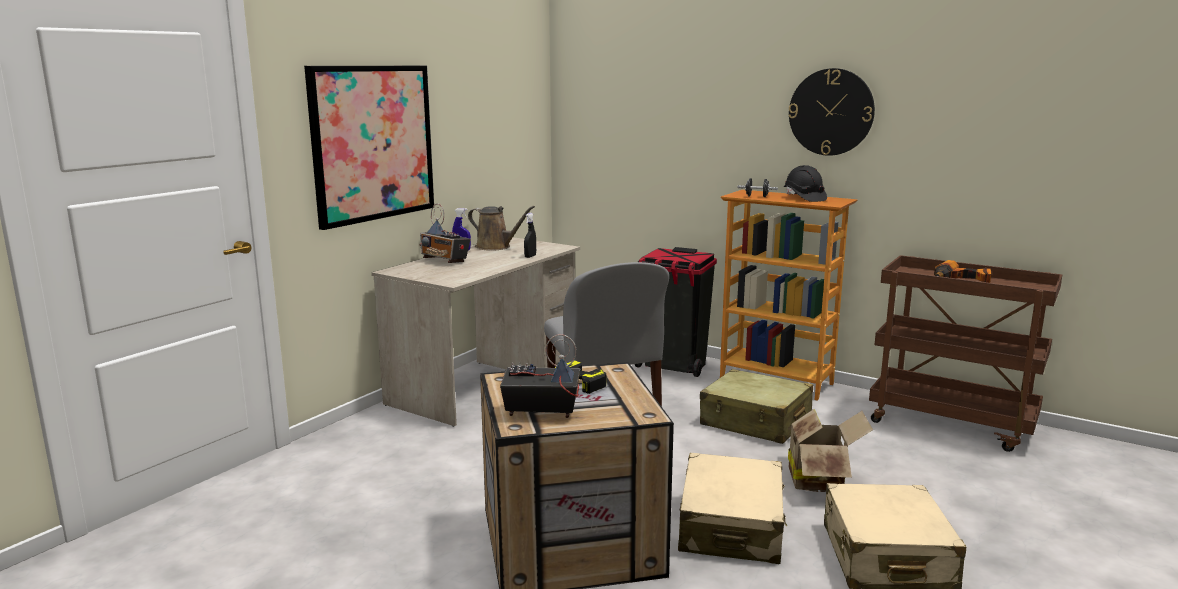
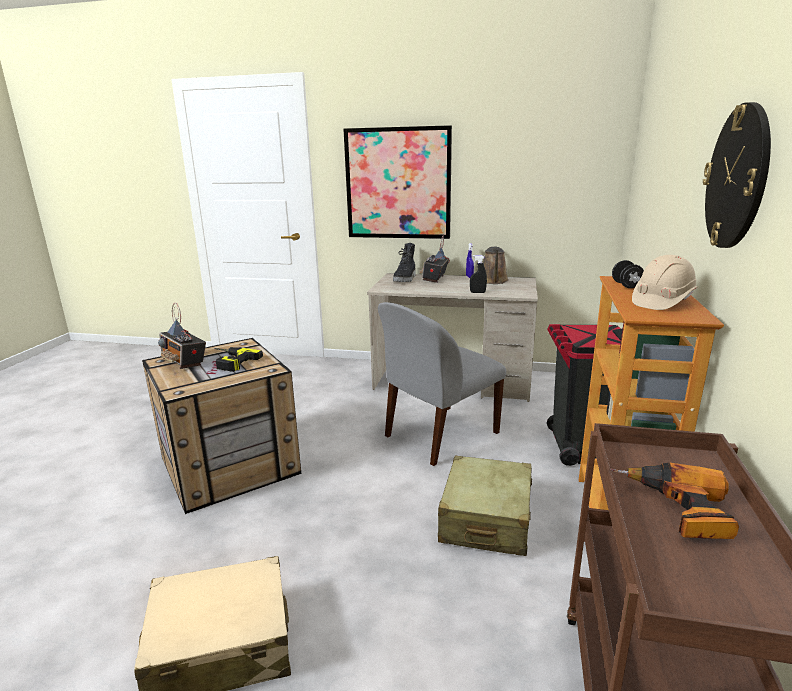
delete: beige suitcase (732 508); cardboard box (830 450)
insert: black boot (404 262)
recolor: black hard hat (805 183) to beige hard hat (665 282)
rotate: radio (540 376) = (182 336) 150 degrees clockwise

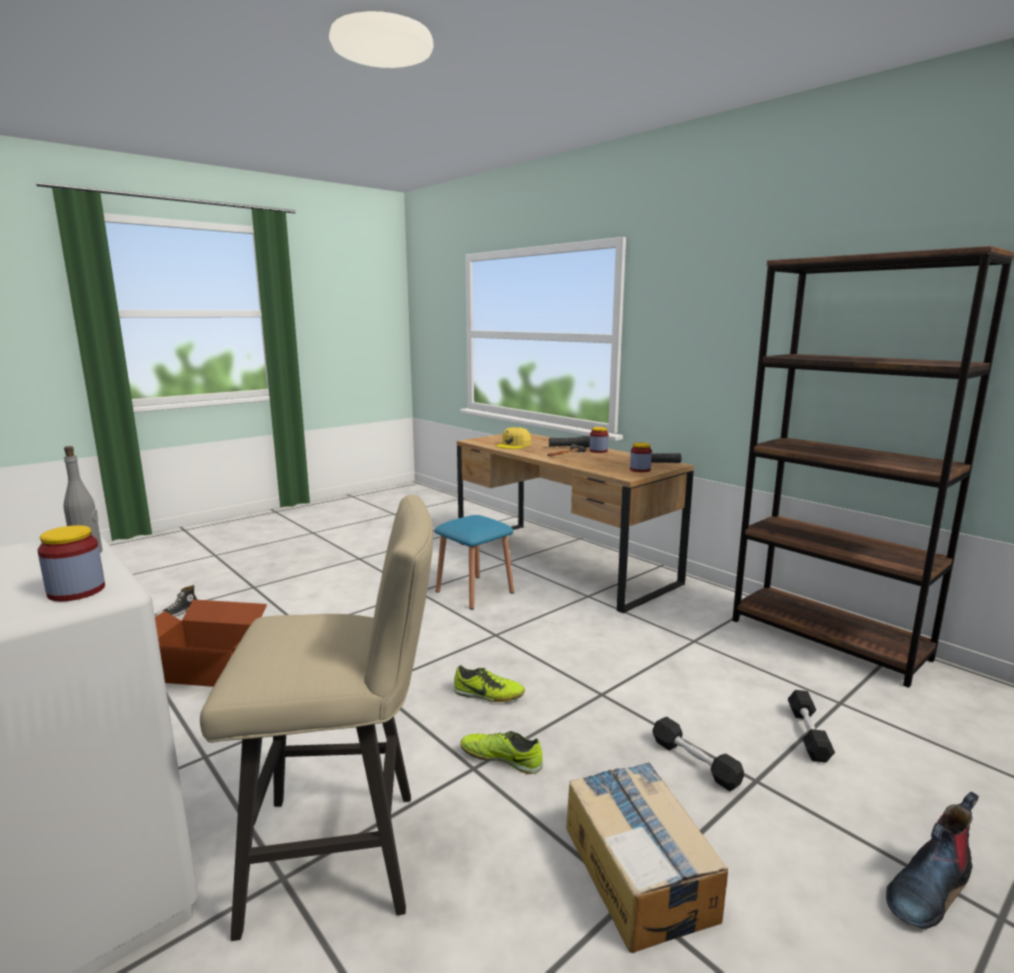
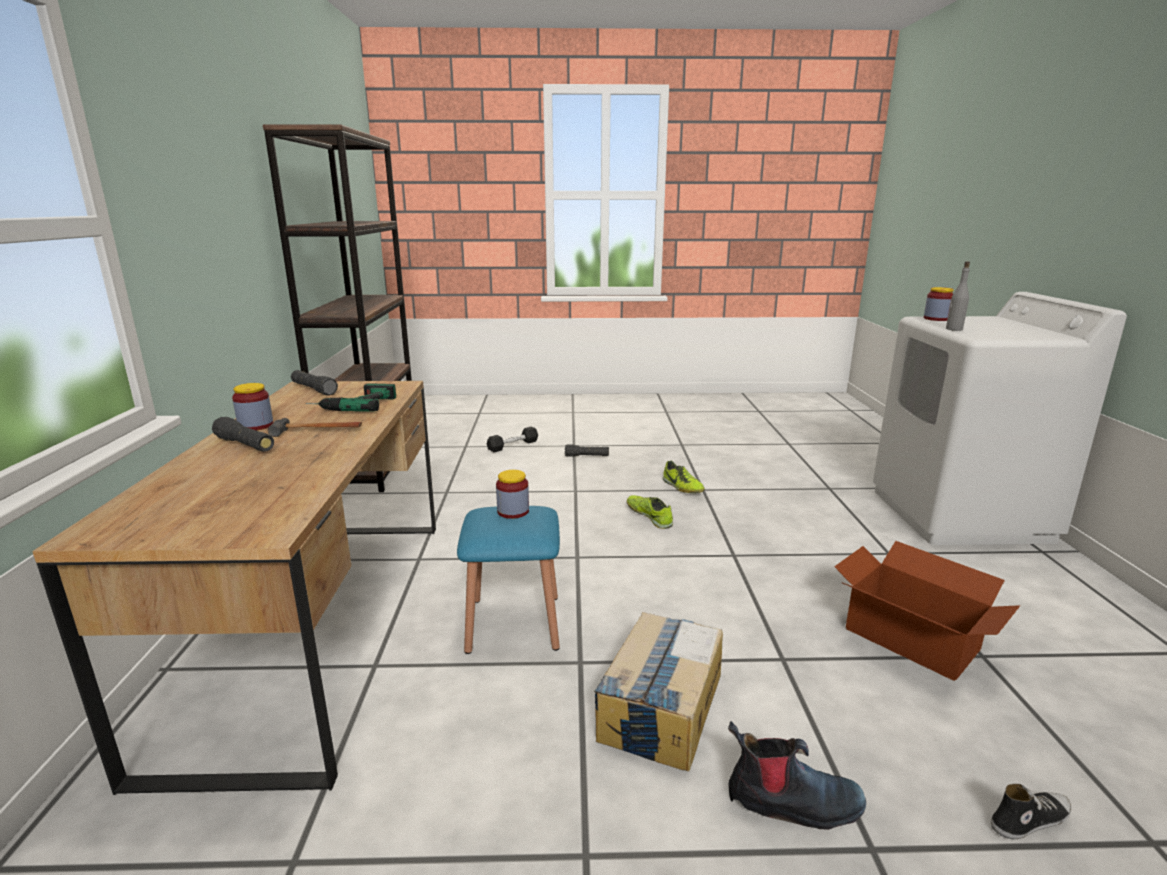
delete: beige stool (316 718); yellow cap (513 438)
insert: power drill (351 397)
move: cardboard box (647 857) to (658 691); jar (641 457) to (512 494); boot (932 860) to (797 775)
replace: black dumbbell (698 754) to black flashlight (587 450)

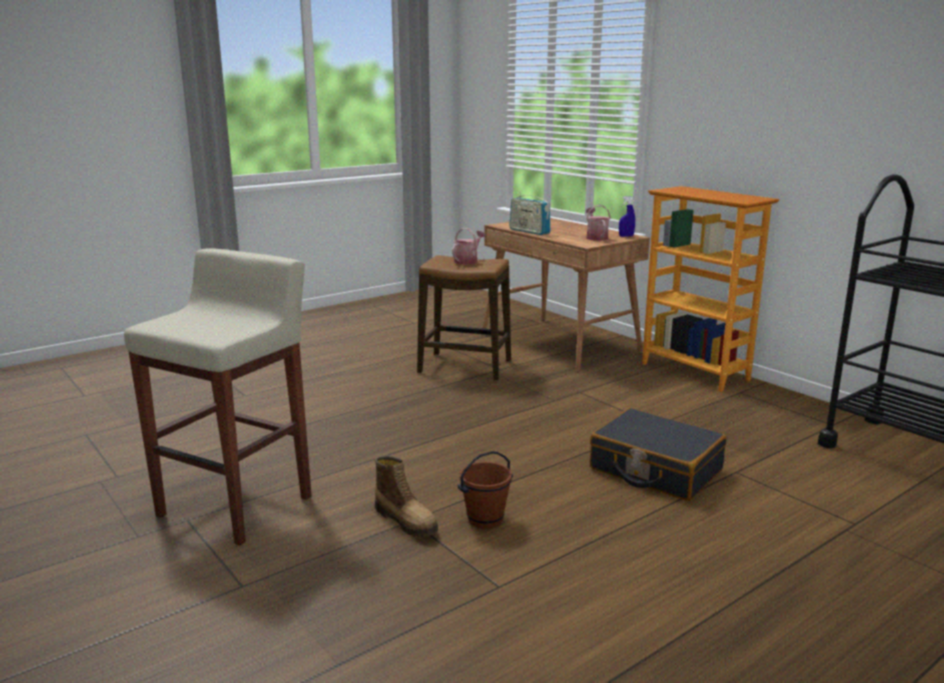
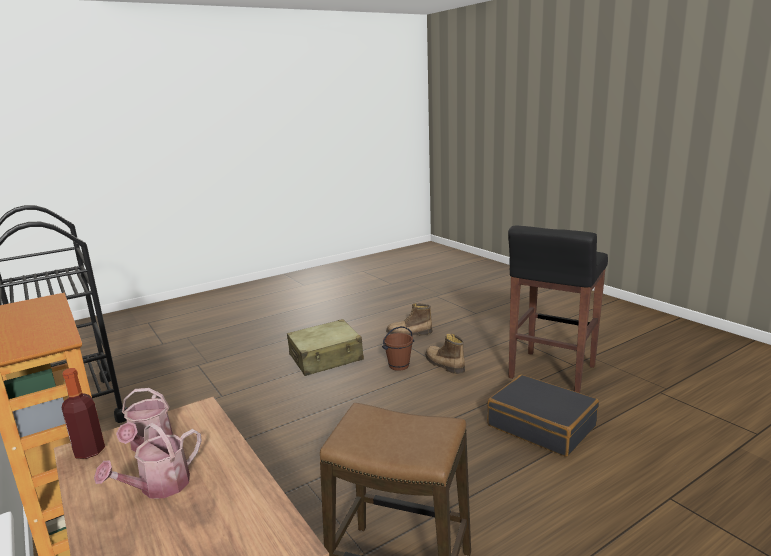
delete: radio (530 213)
insert: beige suitcase (325 347); boot (409 319)
move: watering can (468 246) to (148 460); black suitcase (658 454) to (543 416)
replace: blue spray bottle (627 216) to bottle (83 413)
recolor: beige stool (218 397) to black stool (558 309)

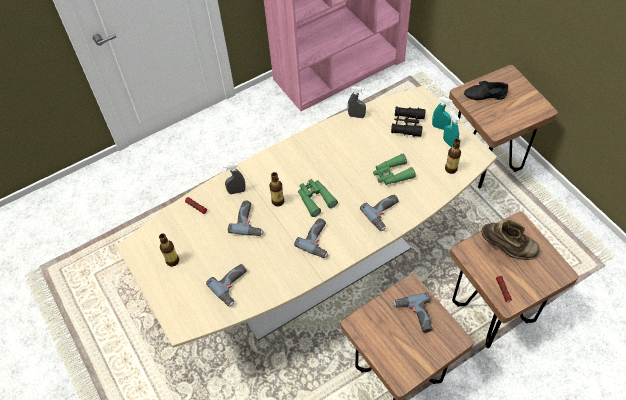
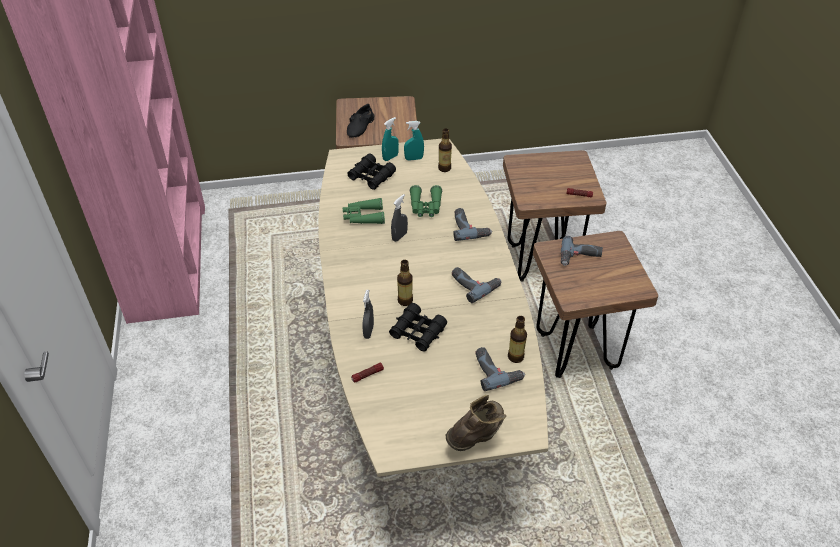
move: bottle (169 250) to (517 339); green binoculars (318 198) to (364 211); grey spray bottle (357 102) to (399 218); brown boot (511 239) to (476 423)
replace: power drill (246 218) to black binoculars (418 327)

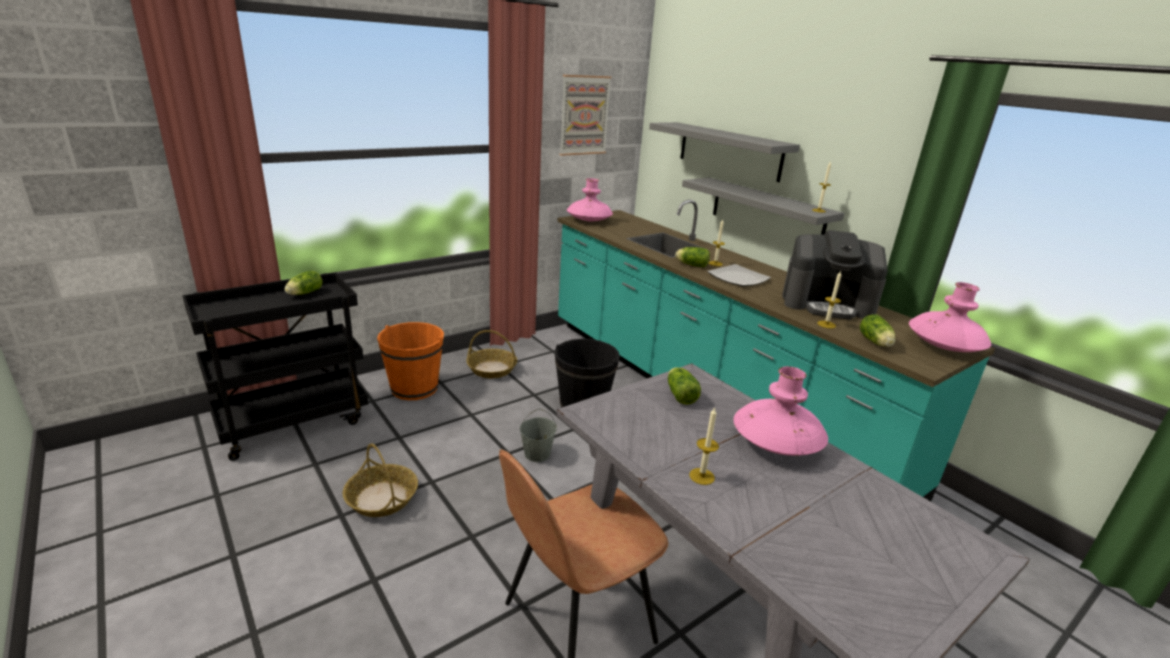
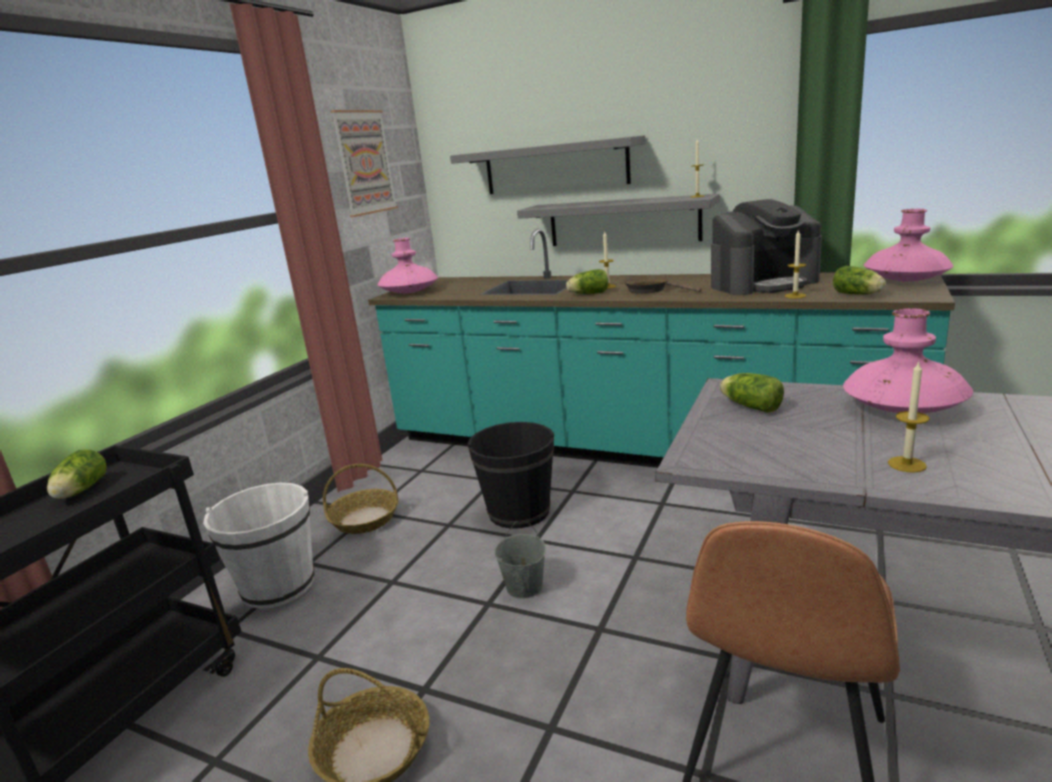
replace: plate (739 275) to brown frying pan (662 284)
recolor: orange bucket (410 361) to white bucket (258 546)

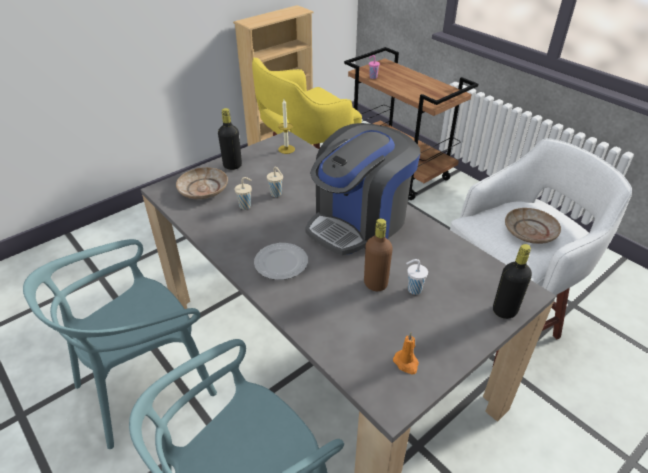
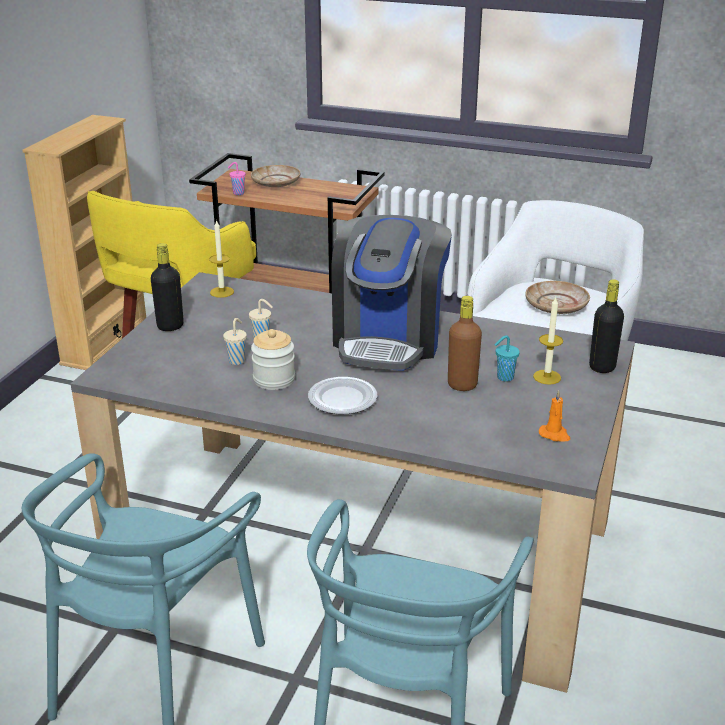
insert: jar (273 359); candle (548 341)
move: beige plate (202 183) to (275 176)
recolor: white cup (417 277) to turquoise cup (507 358)

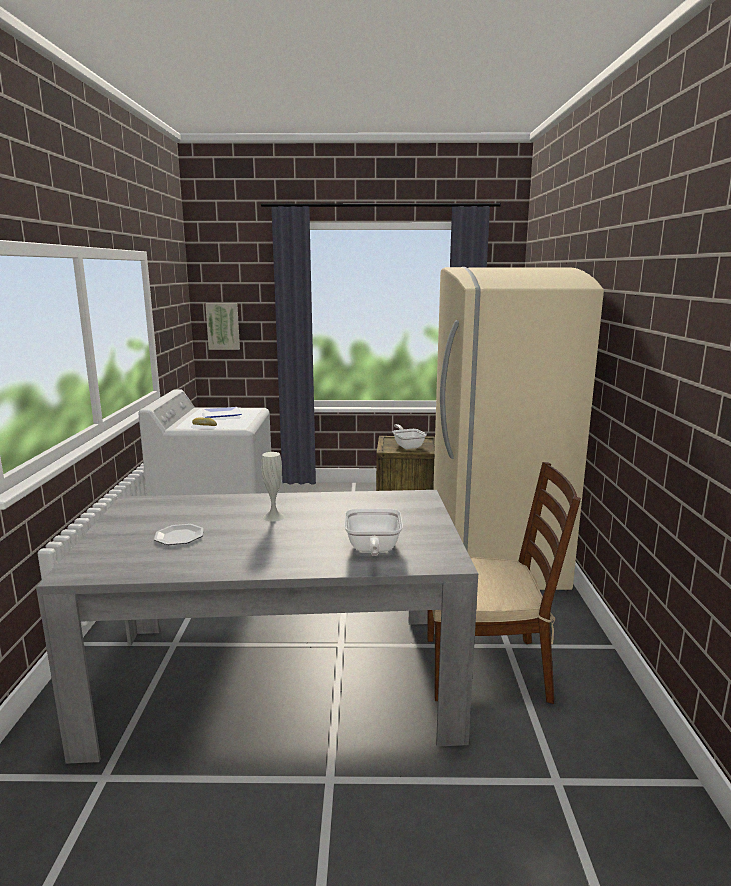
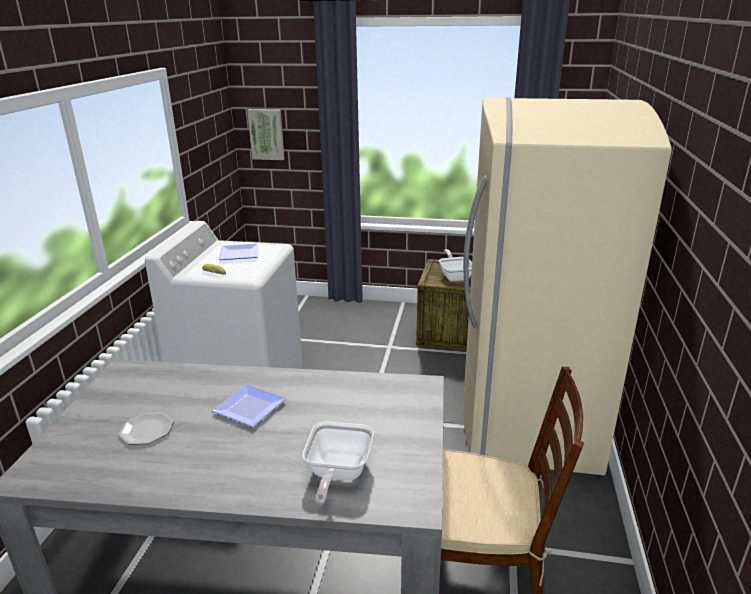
replace: white vase (273 487) to plate (249 405)

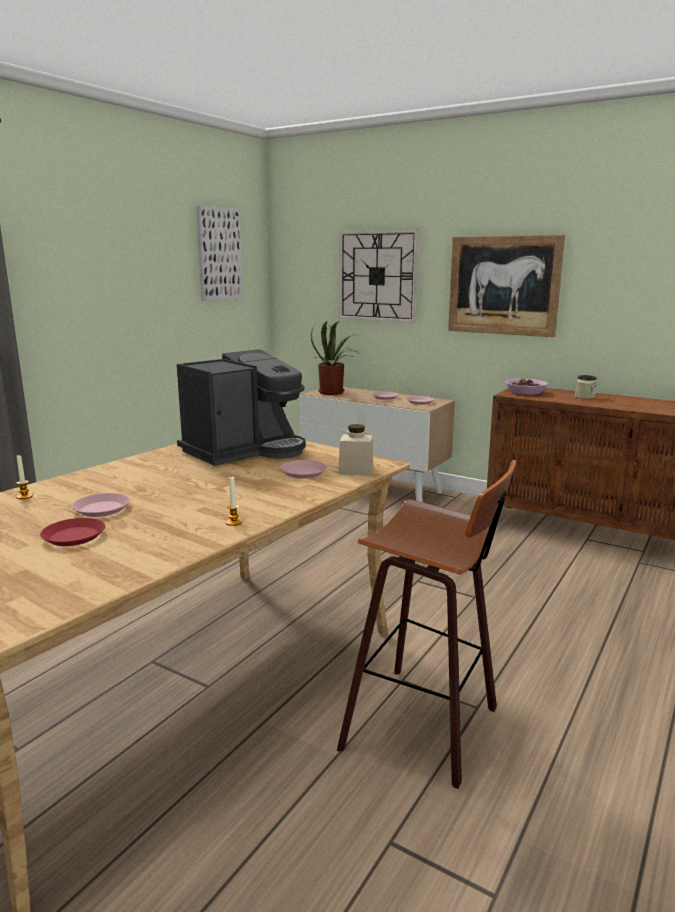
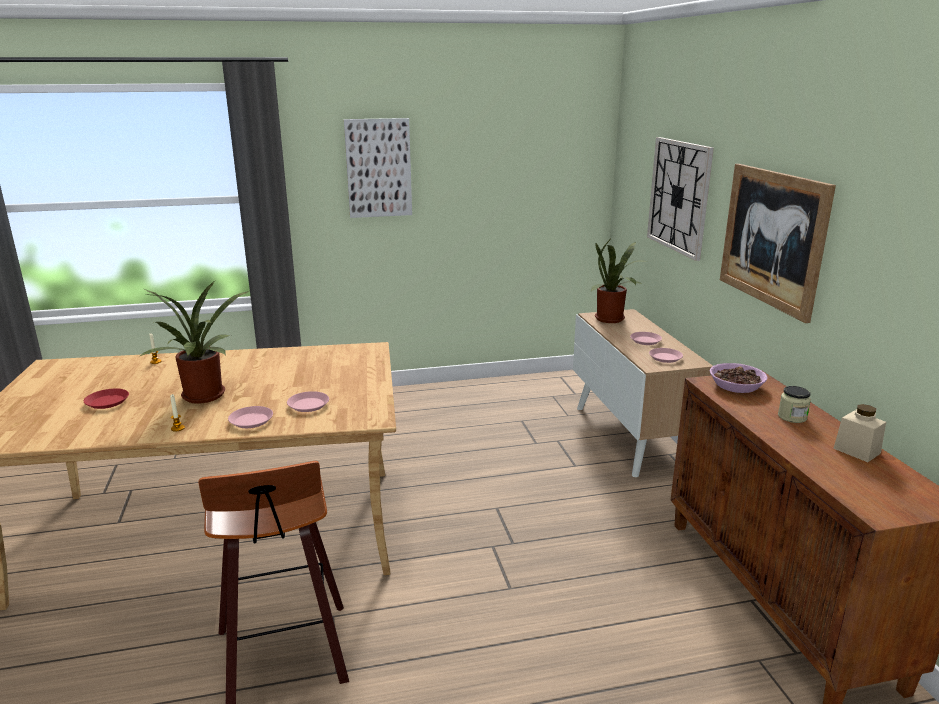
delete: coffee machine (241 407)
insert: potted plant (194 343)
move: pink plate (101 505) to (250 417); picture (219 253) to (378 168); beige jar (355 450) to (859 433)

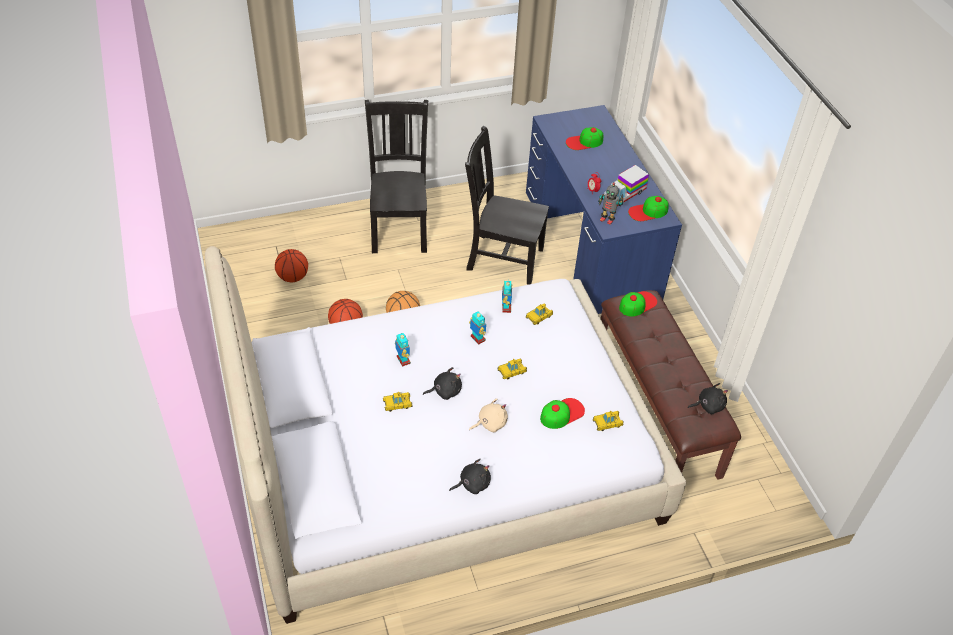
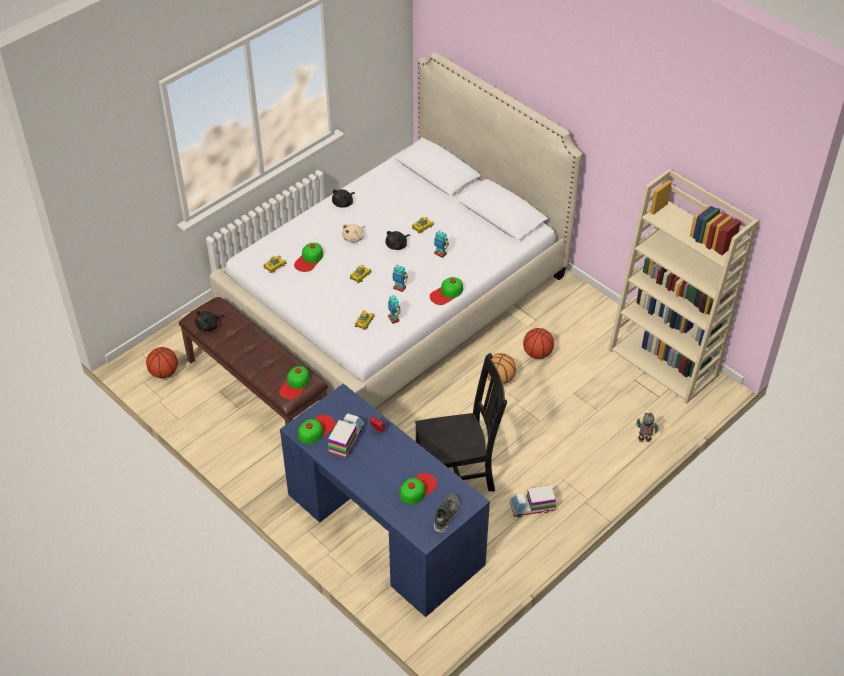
delete: black chair (396 176)
insert: cap (446 291); shoe (447 513); toy truck (533 501); beige bookcase (683 286)
move: basketball (291 265) to (162 362); toy robot (611 203) to (647 427)

